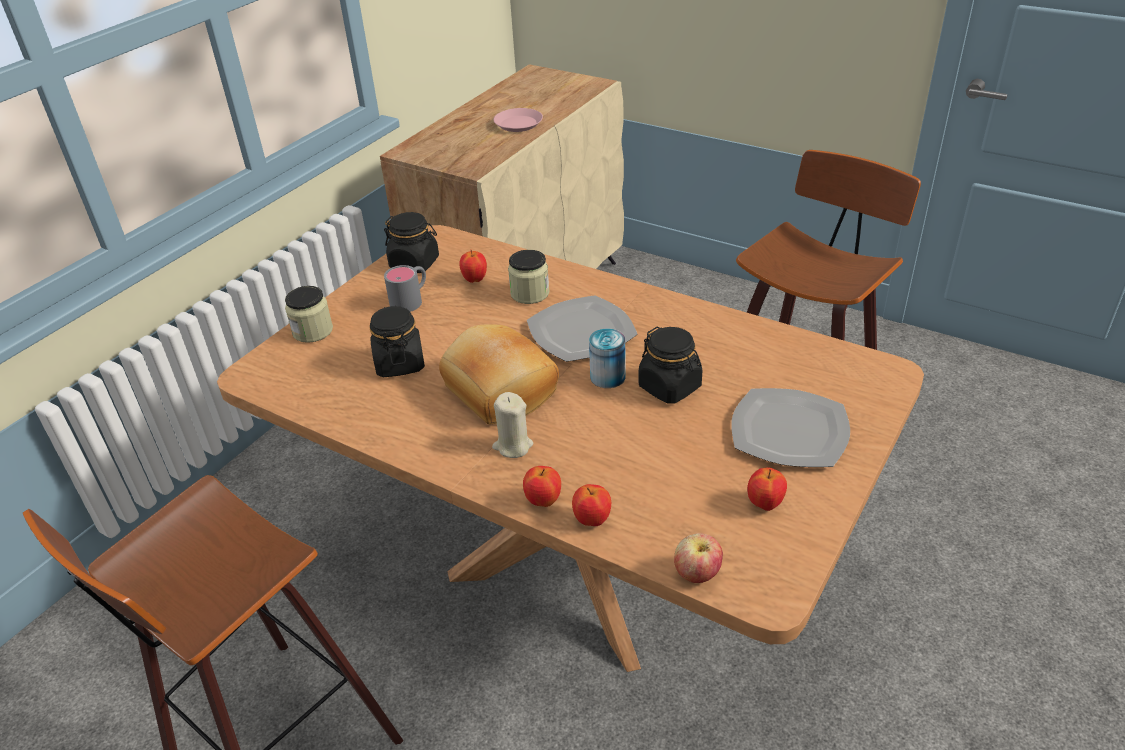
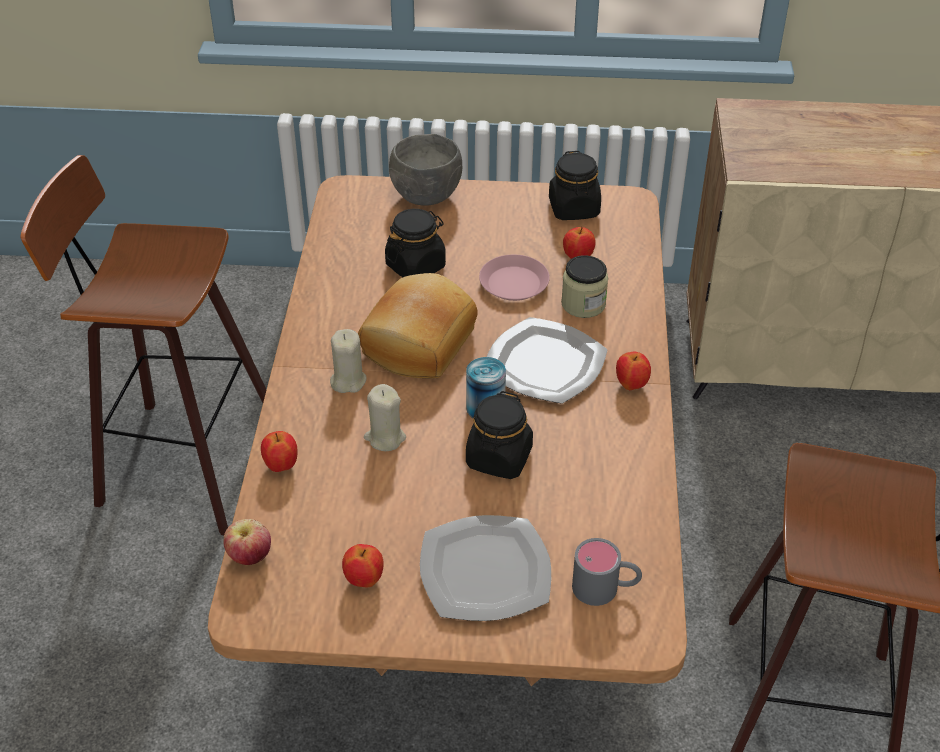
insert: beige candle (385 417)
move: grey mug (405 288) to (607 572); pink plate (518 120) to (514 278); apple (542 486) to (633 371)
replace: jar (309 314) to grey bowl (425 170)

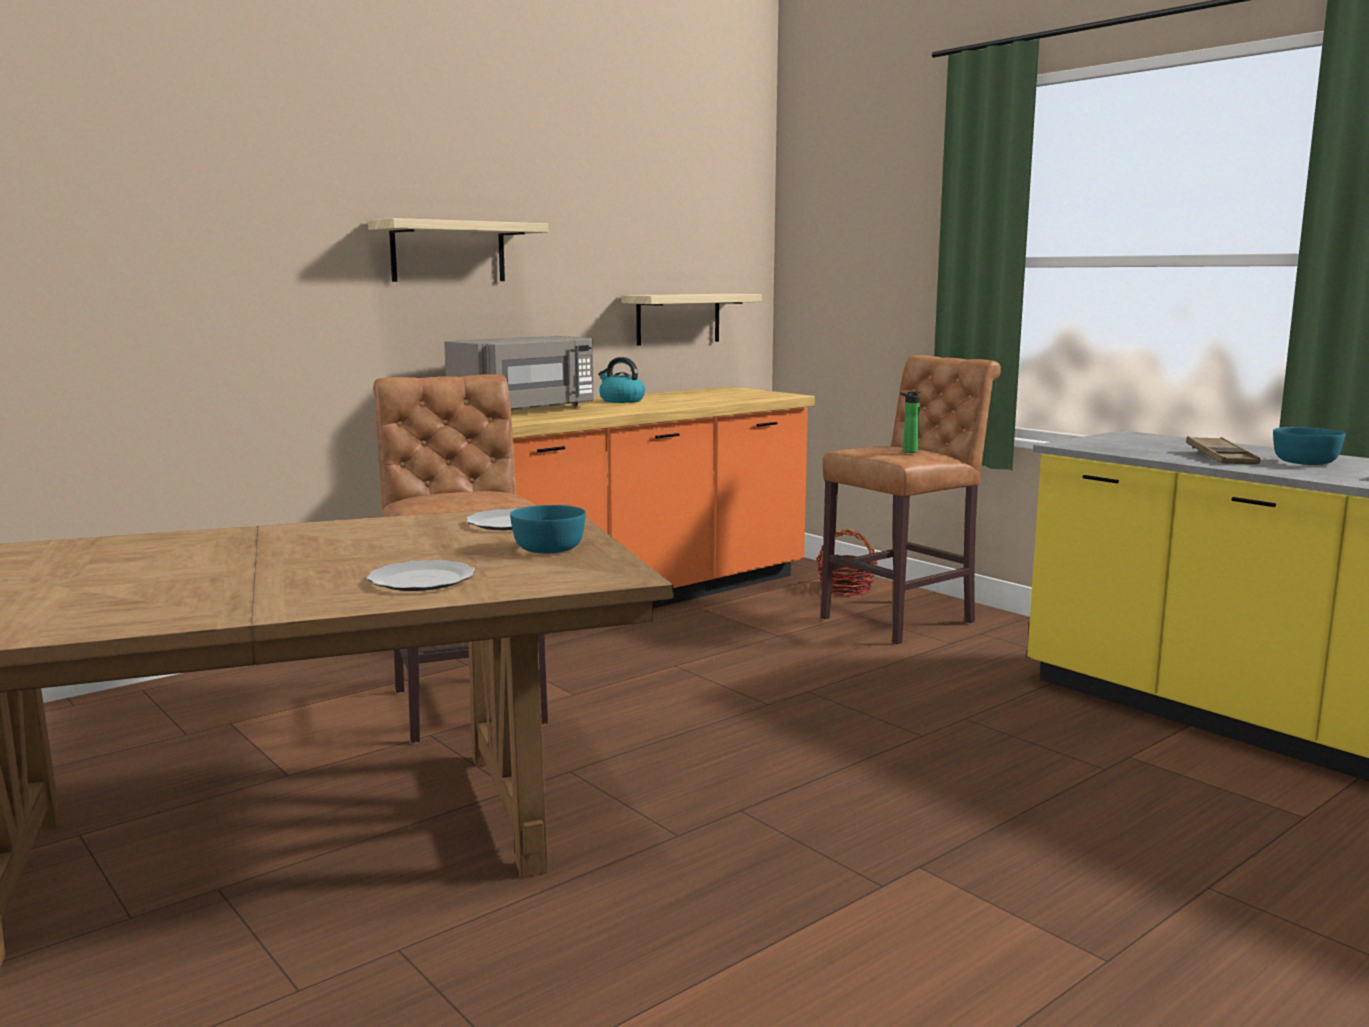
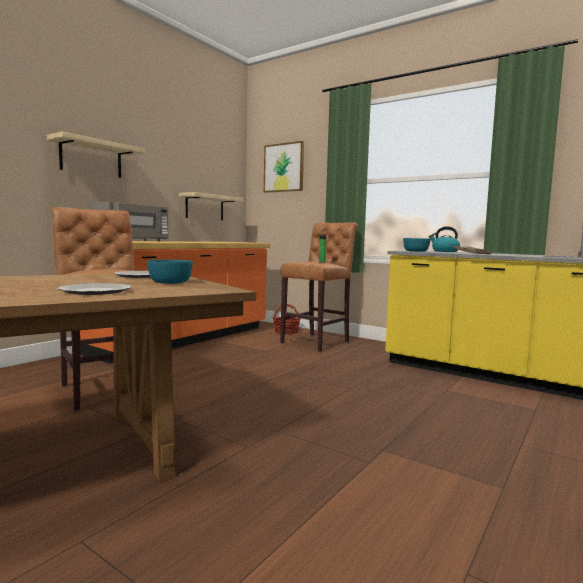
insert: picture (284 167)
move: kettle (622 380) to (444 239); turquoise bowl (1309 446) to (417 245)

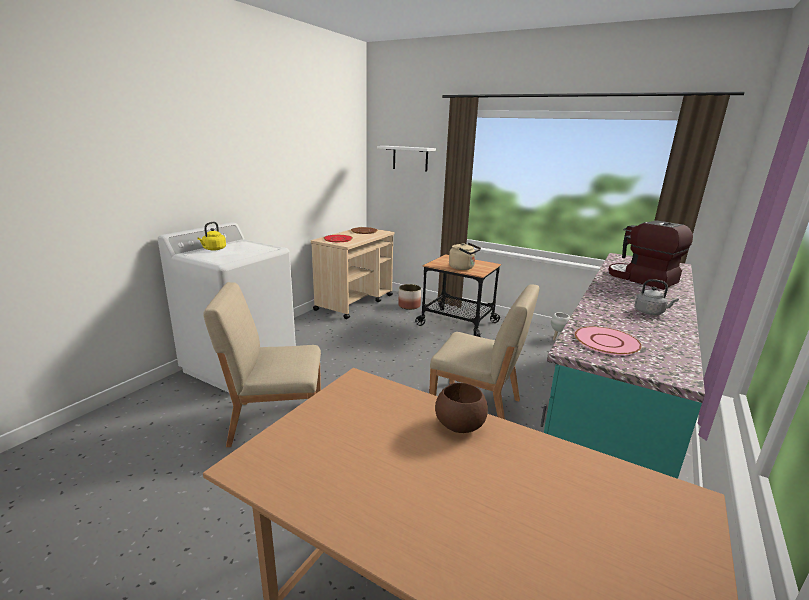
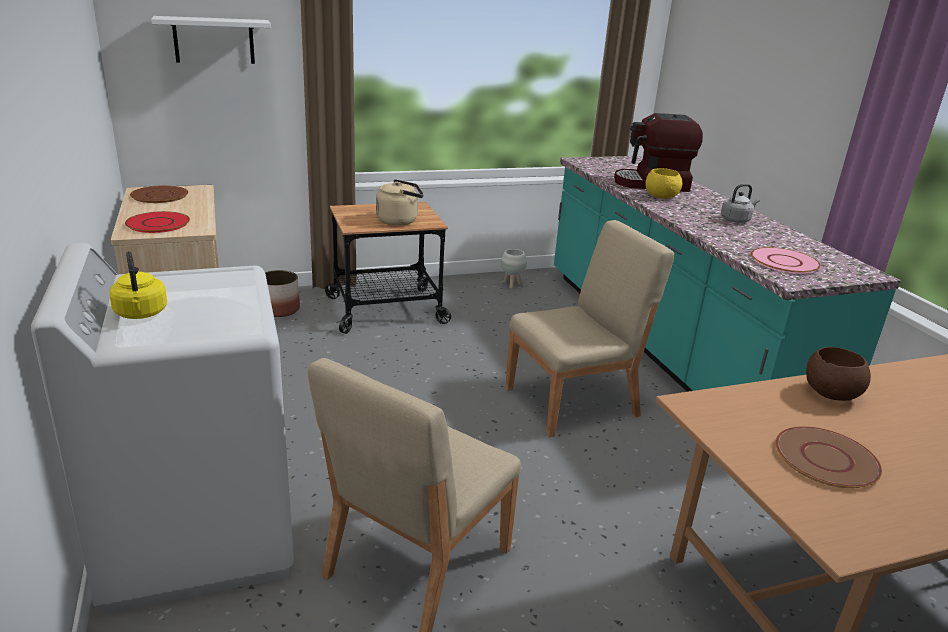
insert: yellow bowl (663 183); brown plate (828 457)

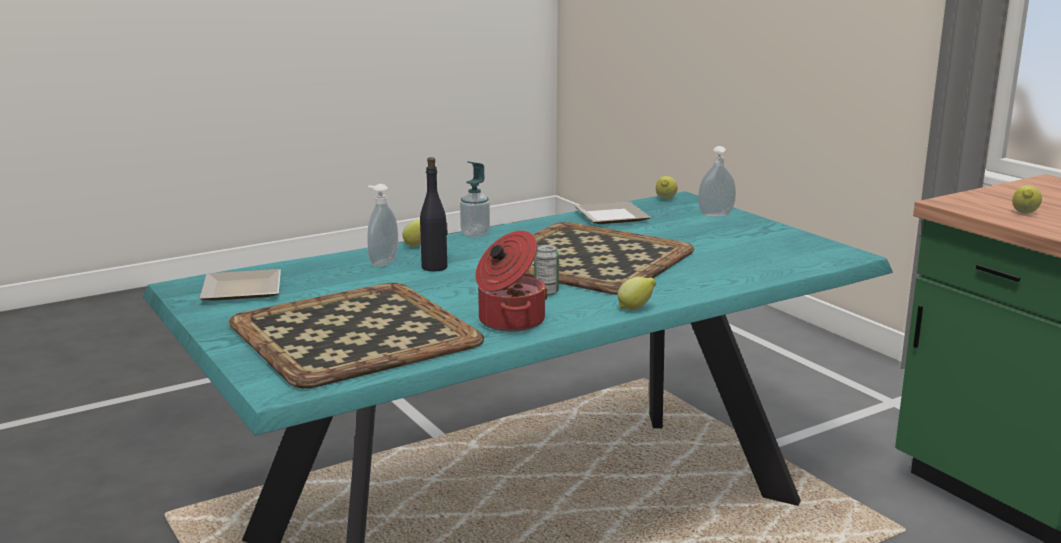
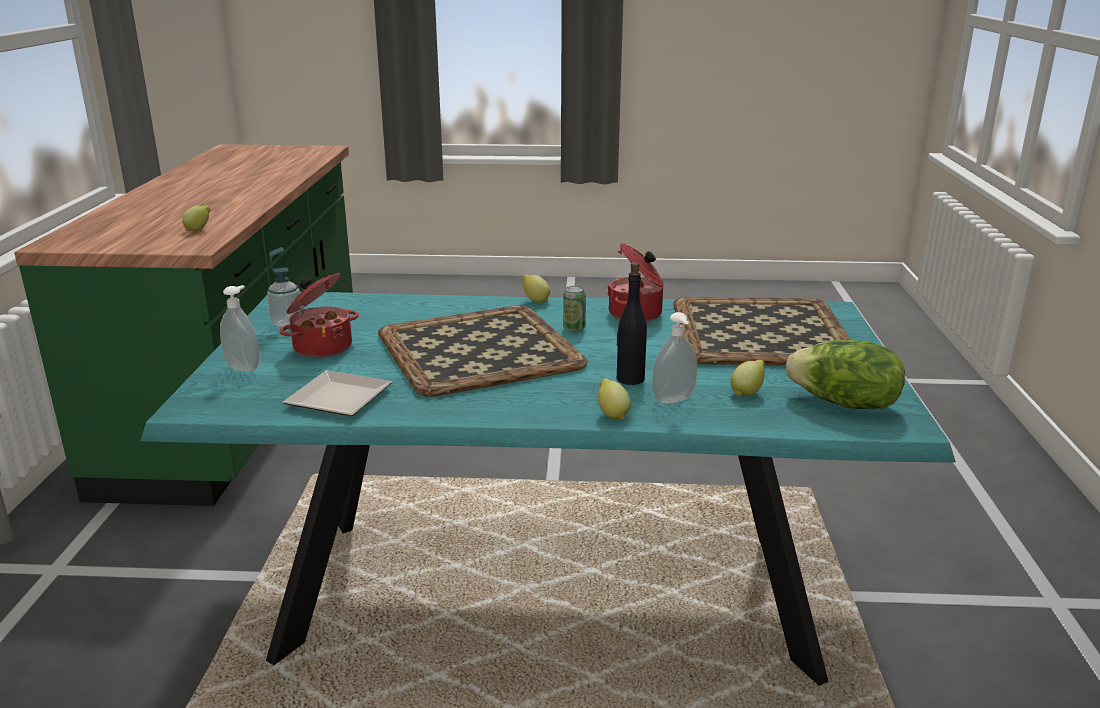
insert: cooking pot (319 315)
move: soap dispenser (475 199) to (283 287); lemon (667 187) to (748 378)
replace: plate (240 285) to lettuce (845 374)

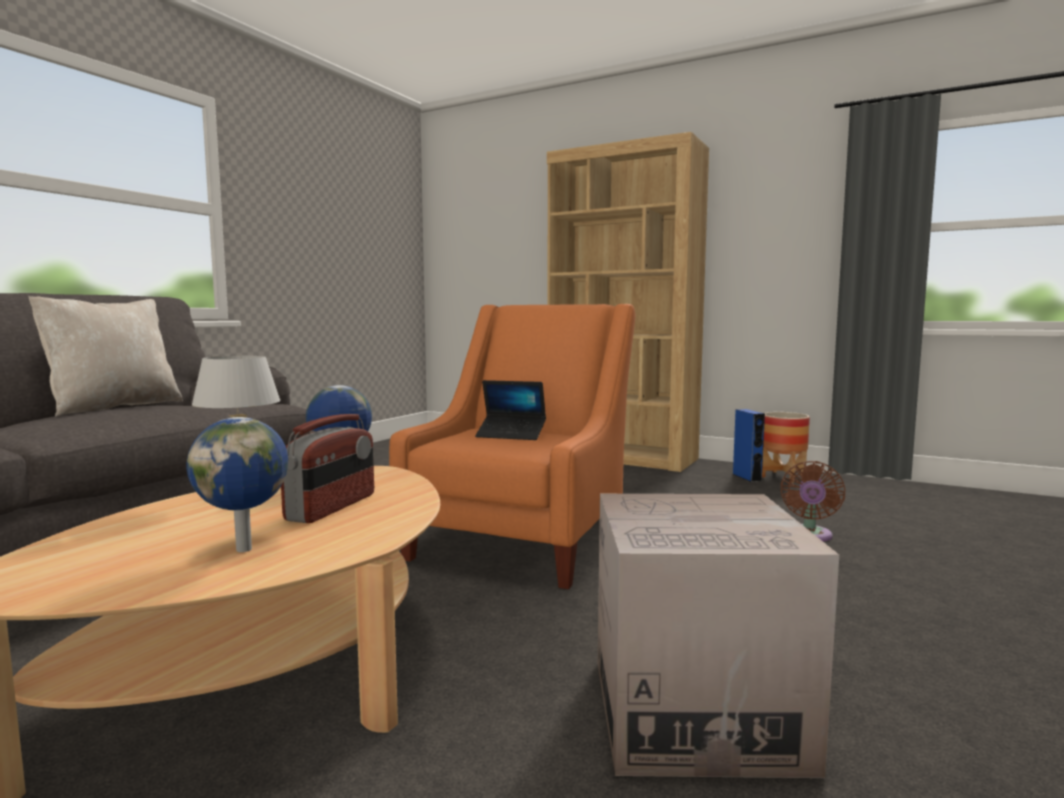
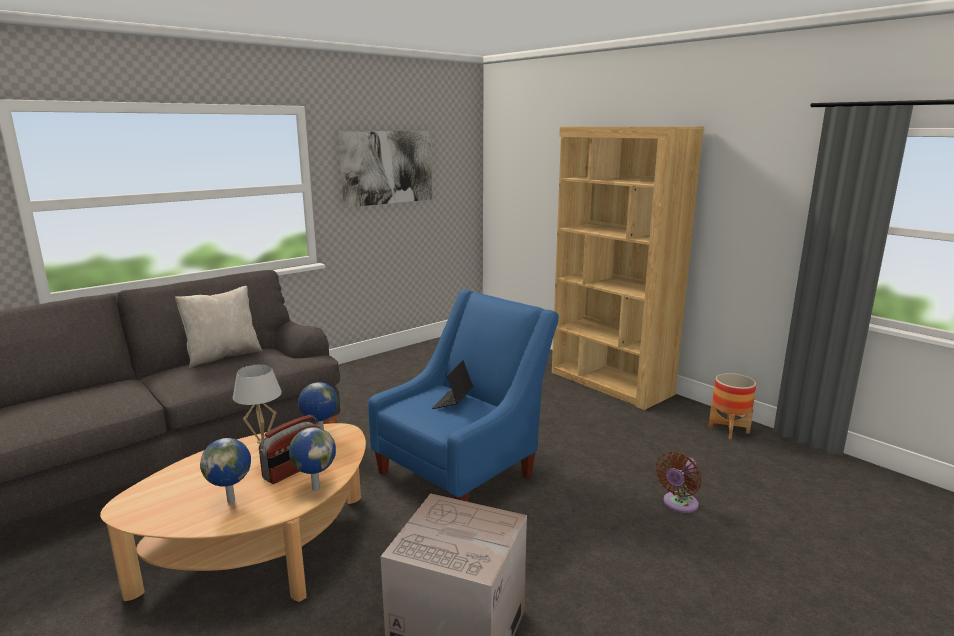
delete: blue speaker (749 445)
insert: globe (312 459); picture (385 169)
recolor: orange armchair (512 446) to blue armchair (463 395)
rotate: laptop (510 410) = (452 384) 75 degrees clockwise

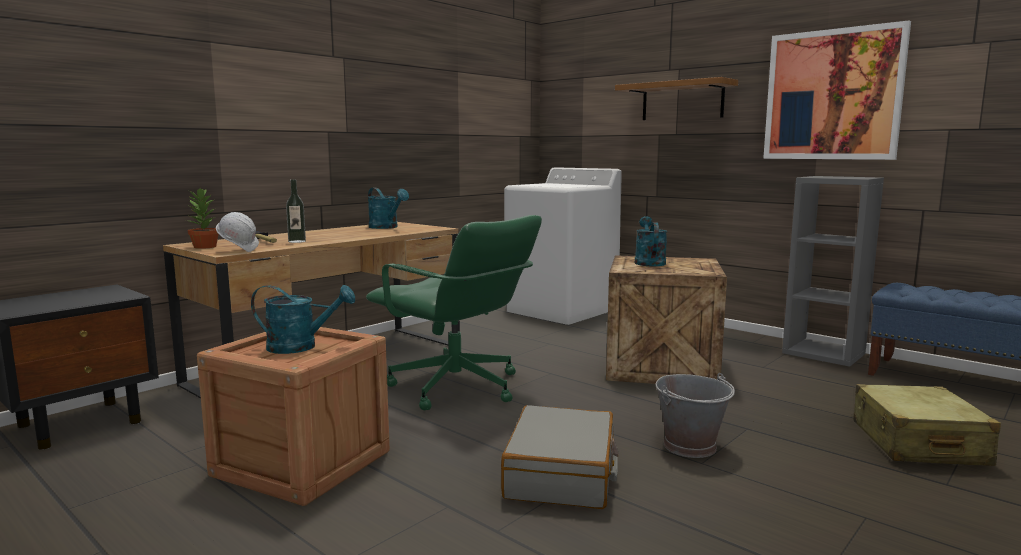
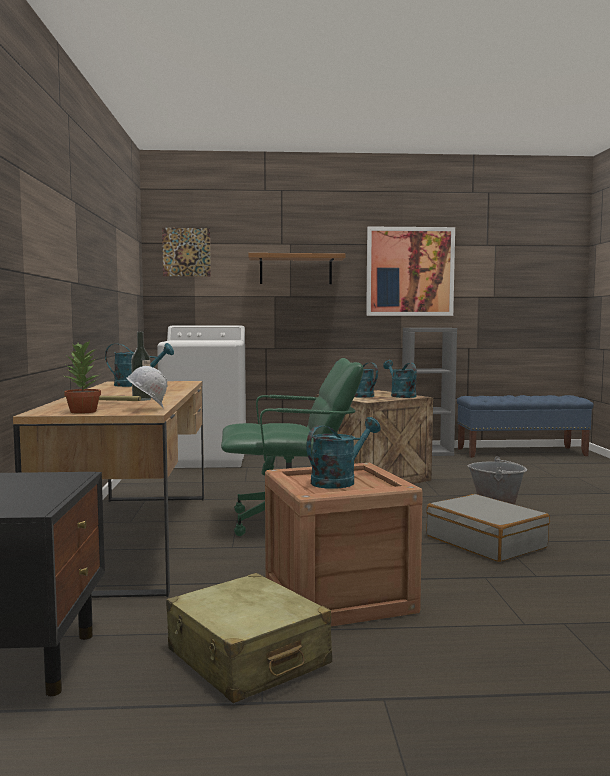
insert: picture (186 252); turquoise watering can (400 379)
move: beige suitcase (927 425) to (249 638)

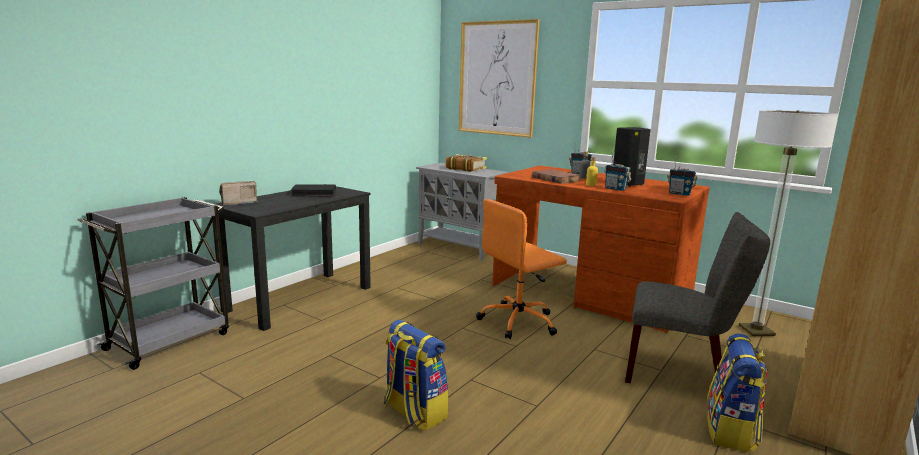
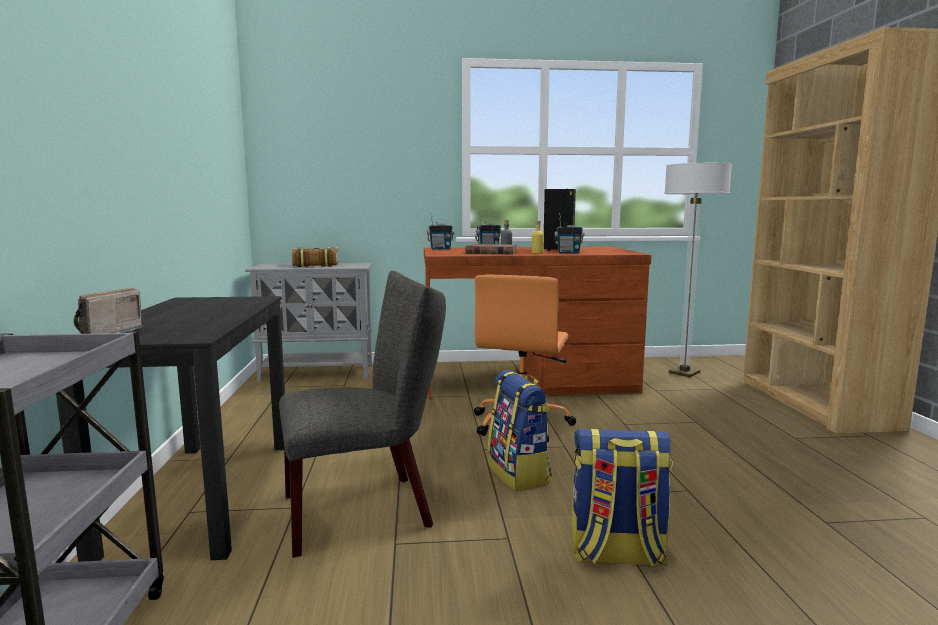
delete: black book (313 190); picture (499 78)
move: grey chair (697 297) to (362 414); radio (682 176) to (440 232); backpack (737 393) to (520 430)

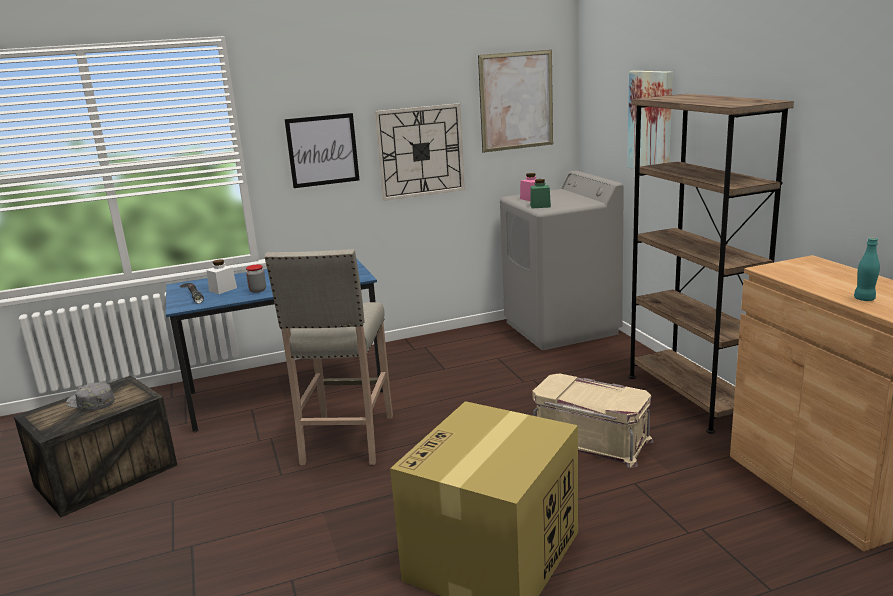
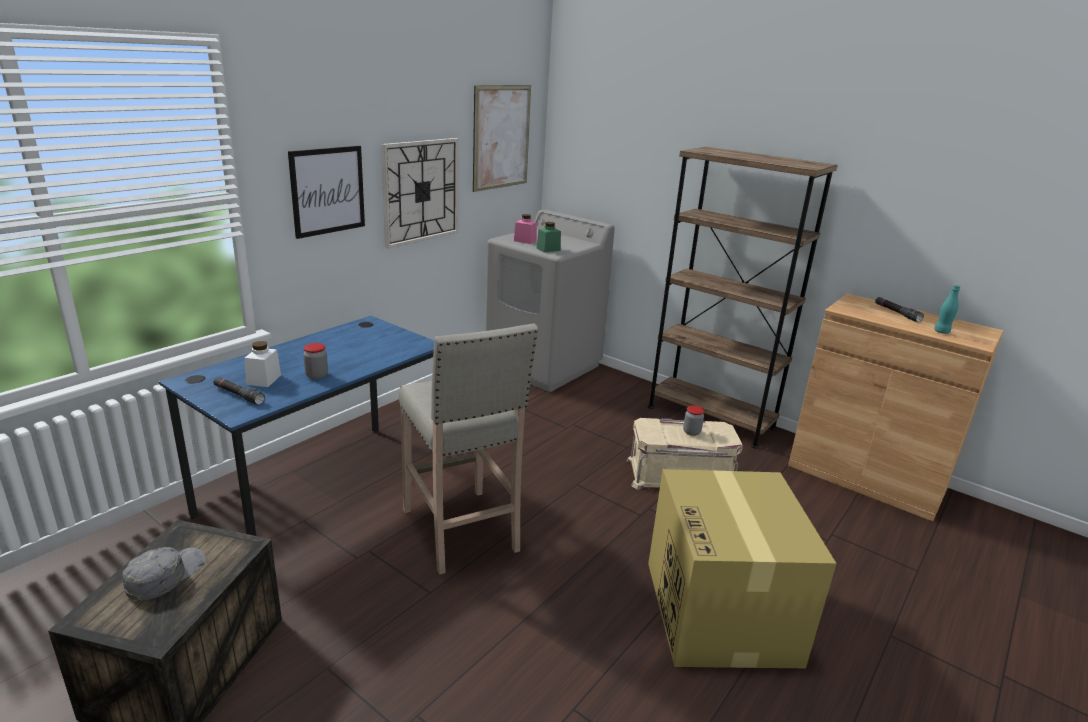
delete: picture (650 120)
insert: jar (693 421); black flashlight (899 309)
rotate: grey cap (90 397) = (164 573) 120 degrees clockwise

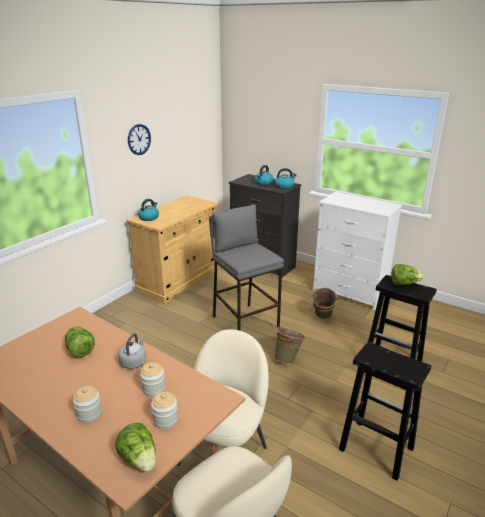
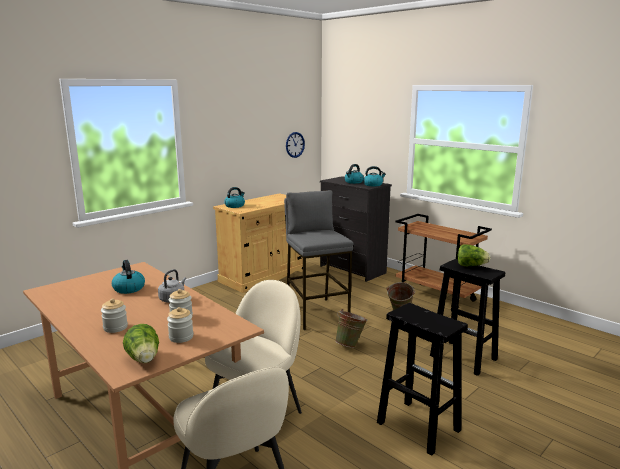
move: wall clock (139 139) to (295 145)
replace: lettuce (80 342) to kettle (128 277); white dresser (357 251) to brown cart (443 262)

